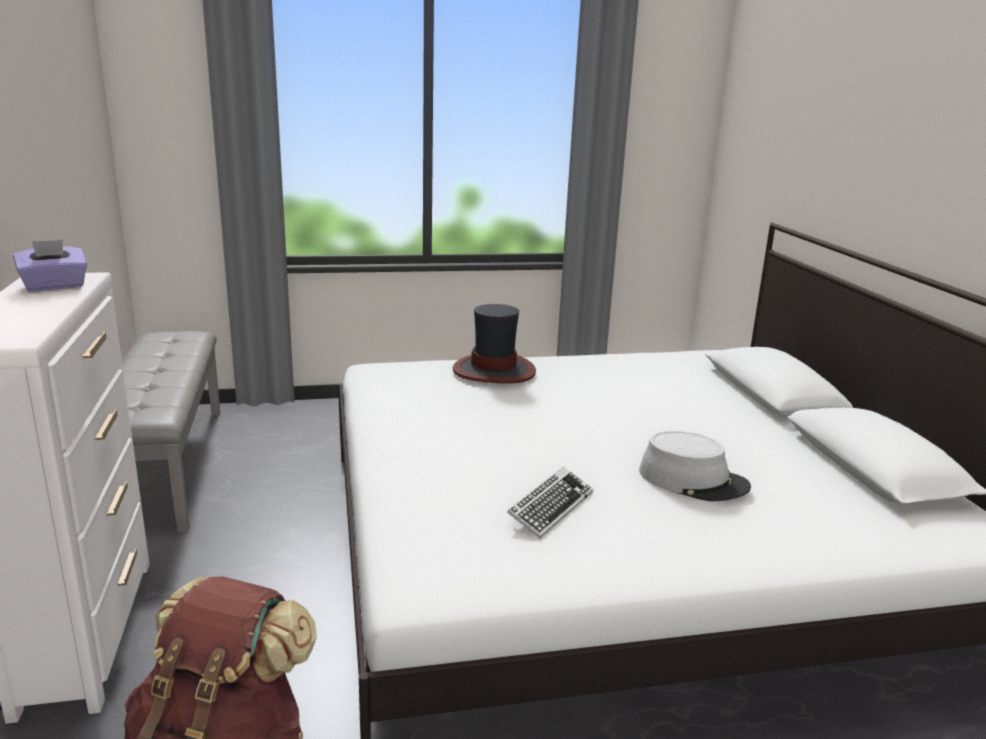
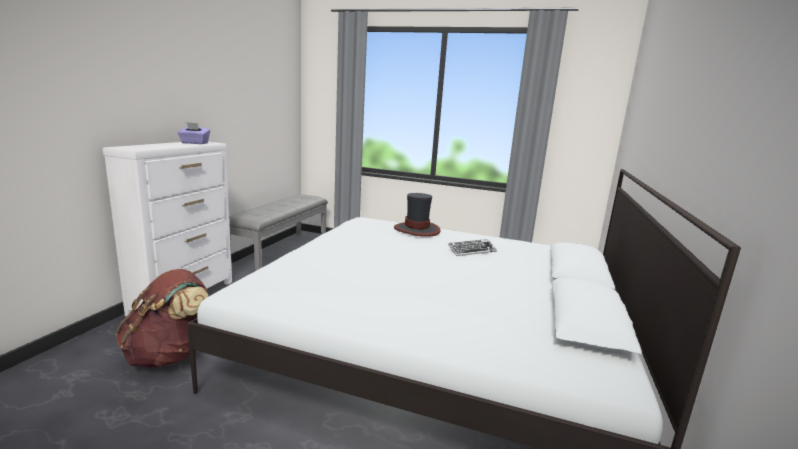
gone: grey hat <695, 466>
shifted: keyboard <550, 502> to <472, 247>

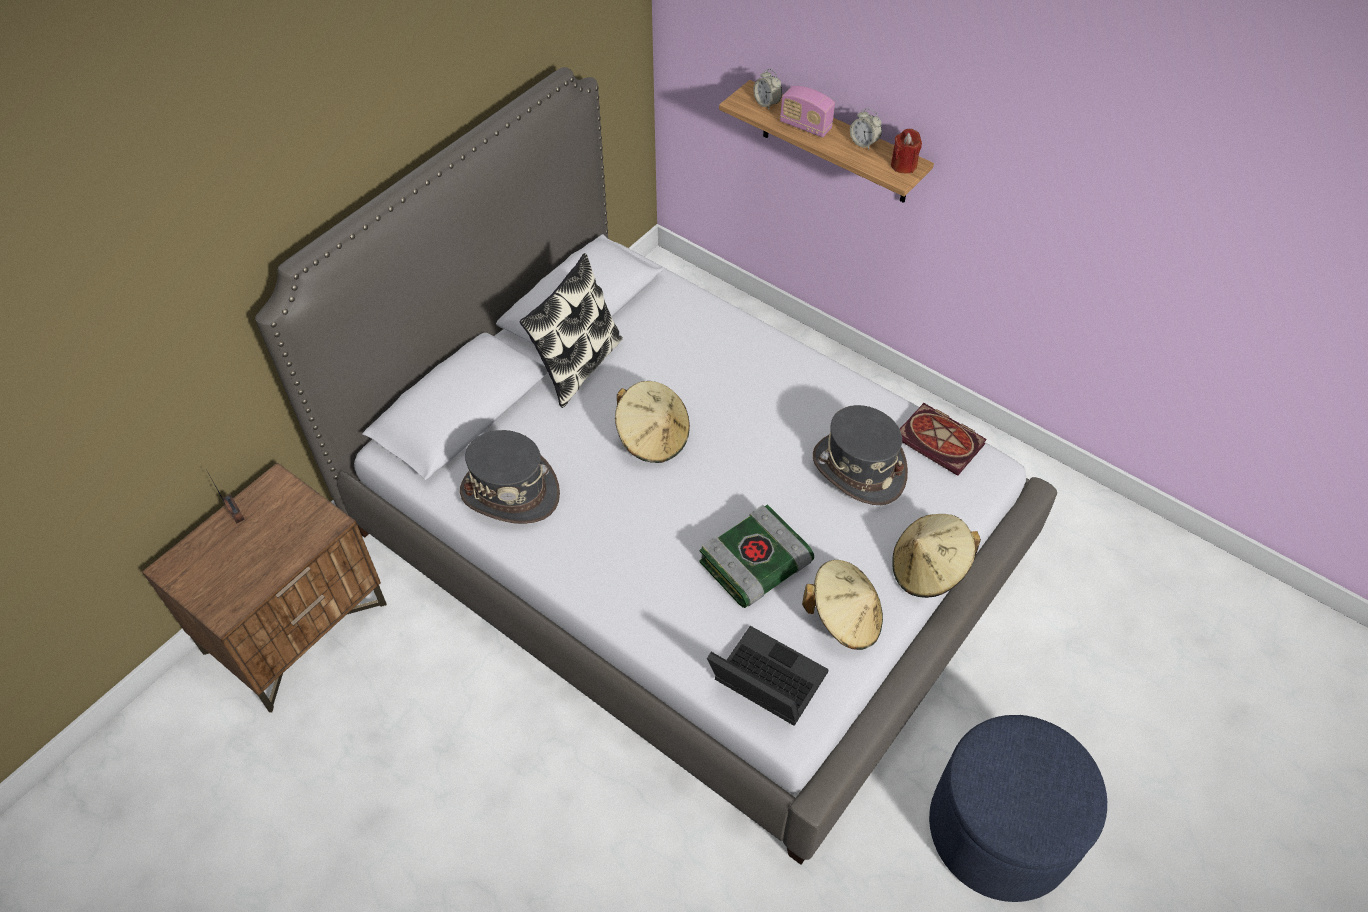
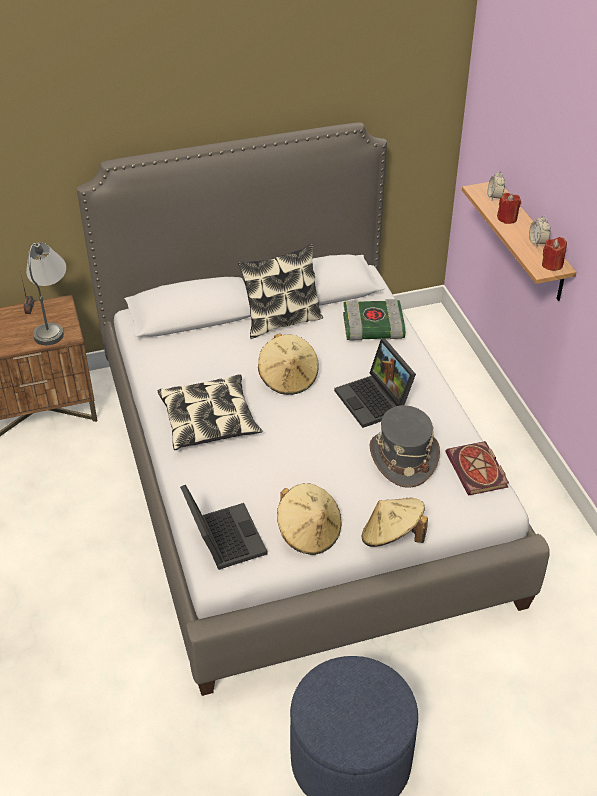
gone: grey hat <510, 477>
new: grey table lamp <46, 293>; pillow <210, 412>; laptop <375, 383>
shifted: book <756, 556> to <374, 320>
swapped: radio <807, 112> to red candle <509, 208>

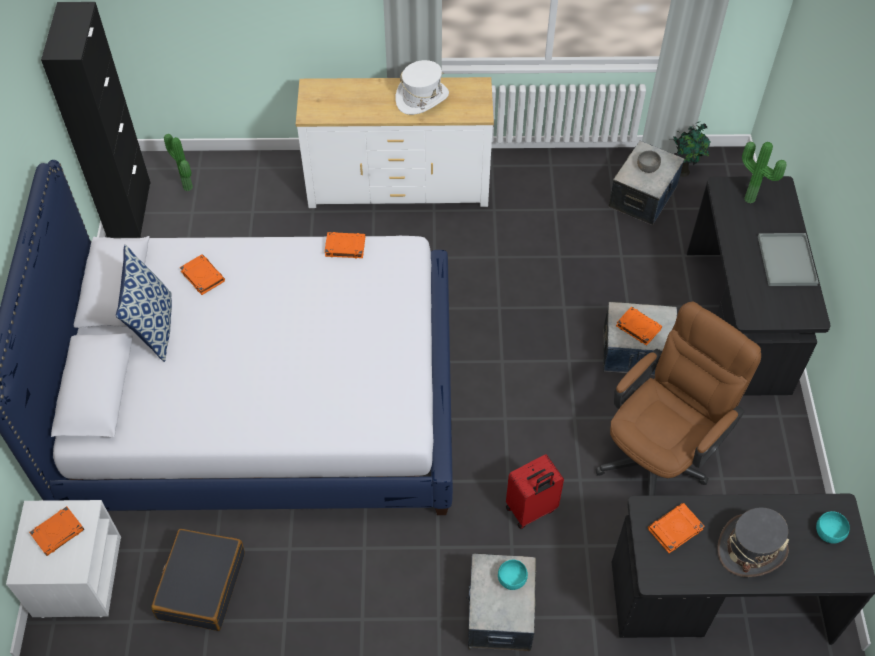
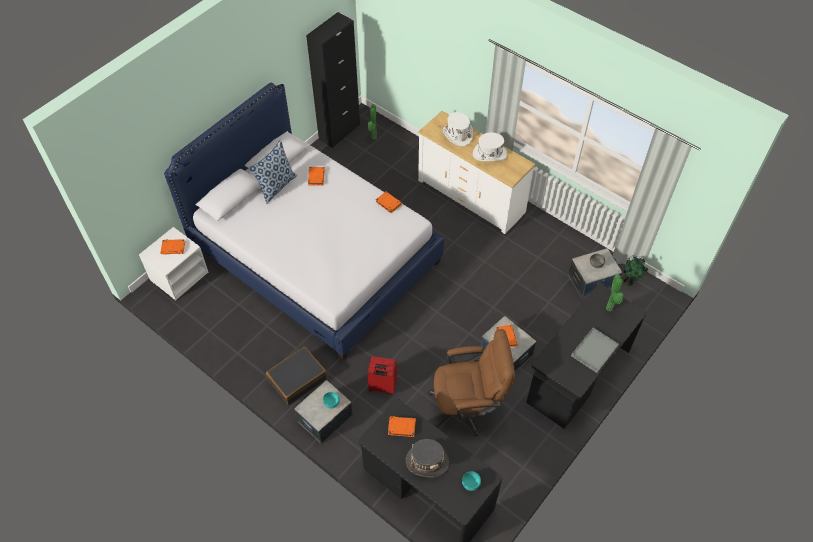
new: white hat <458, 129>
shifted: black suitcase <198, 580> to <296, 375>

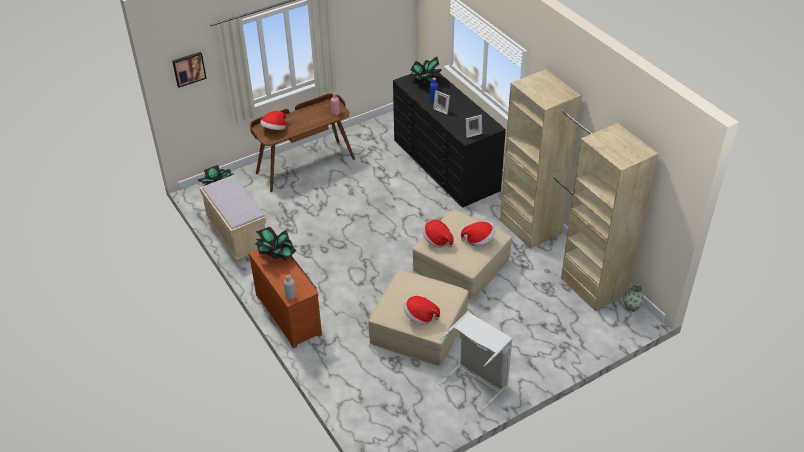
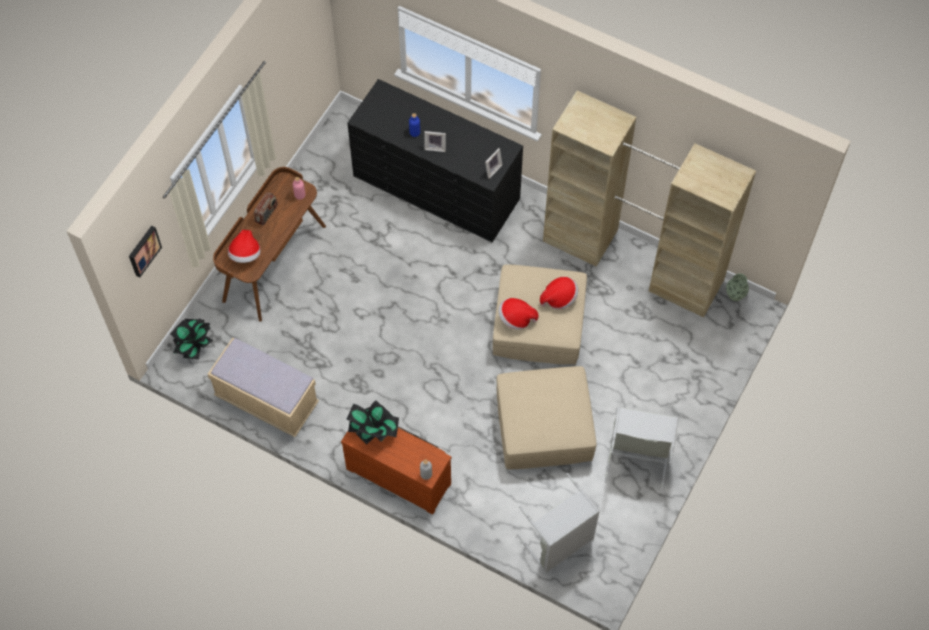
gone: hat <421, 310>; potted plant <425, 70>
new: radio <266, 209>; grey laundry basket <558, 523>

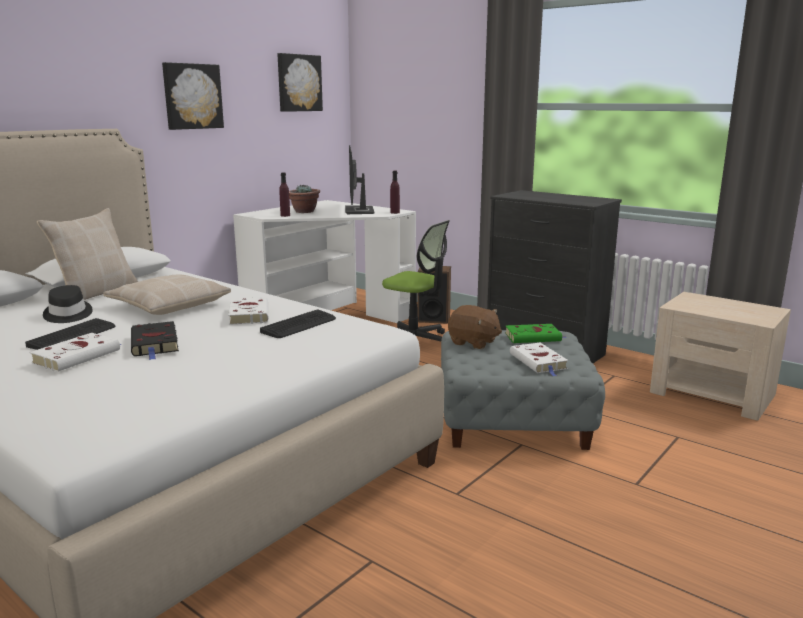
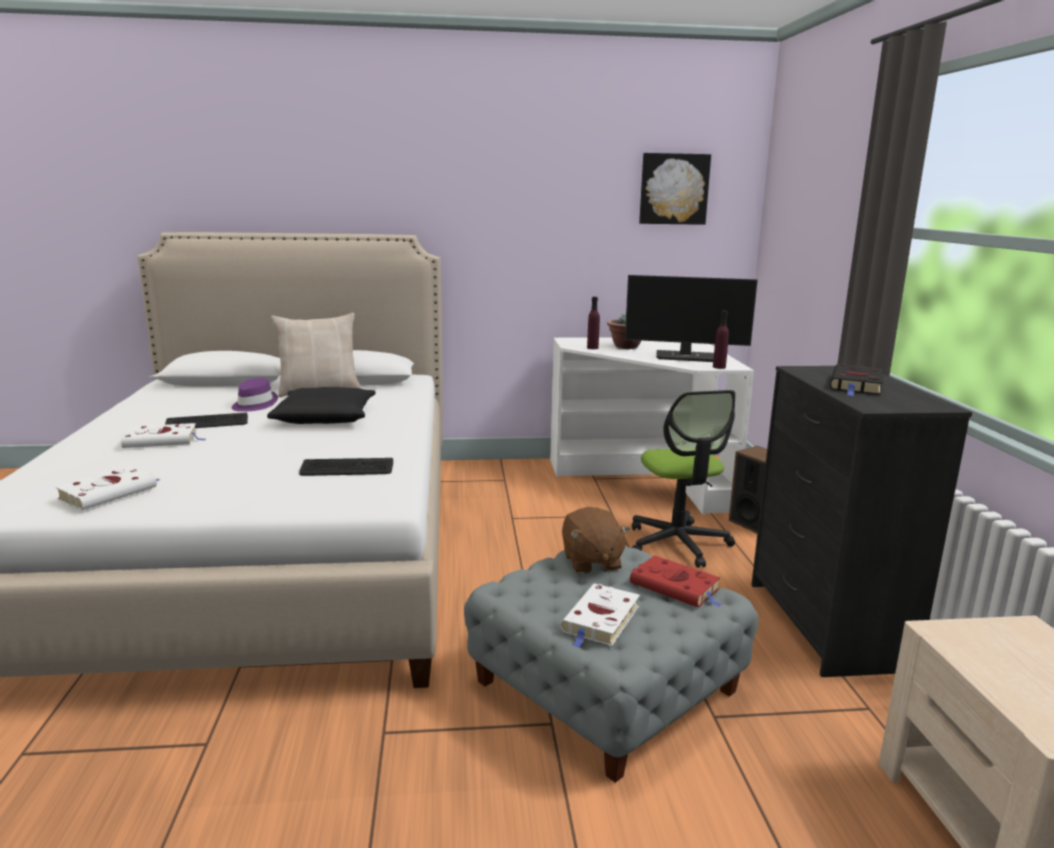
gone: picture <193, 96>
shifted: black book <155, 340> to <856, 380>; white book <248, 311> to <107, 488>
repainted: black hat <68, 304> to purple hat <255, 395>; beige pillow <167, 295> to black pillow <321, 405>; green book <536, 333> to red book <676, 581>
rotated: monitor <360, 179> = <691, 318> 120 degrees counterclockwise

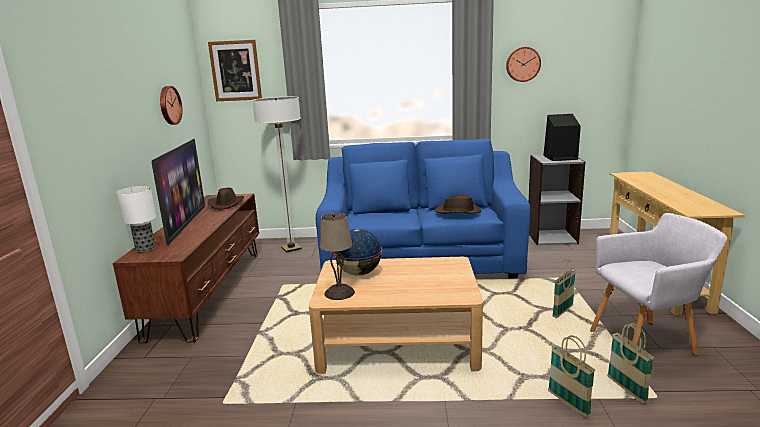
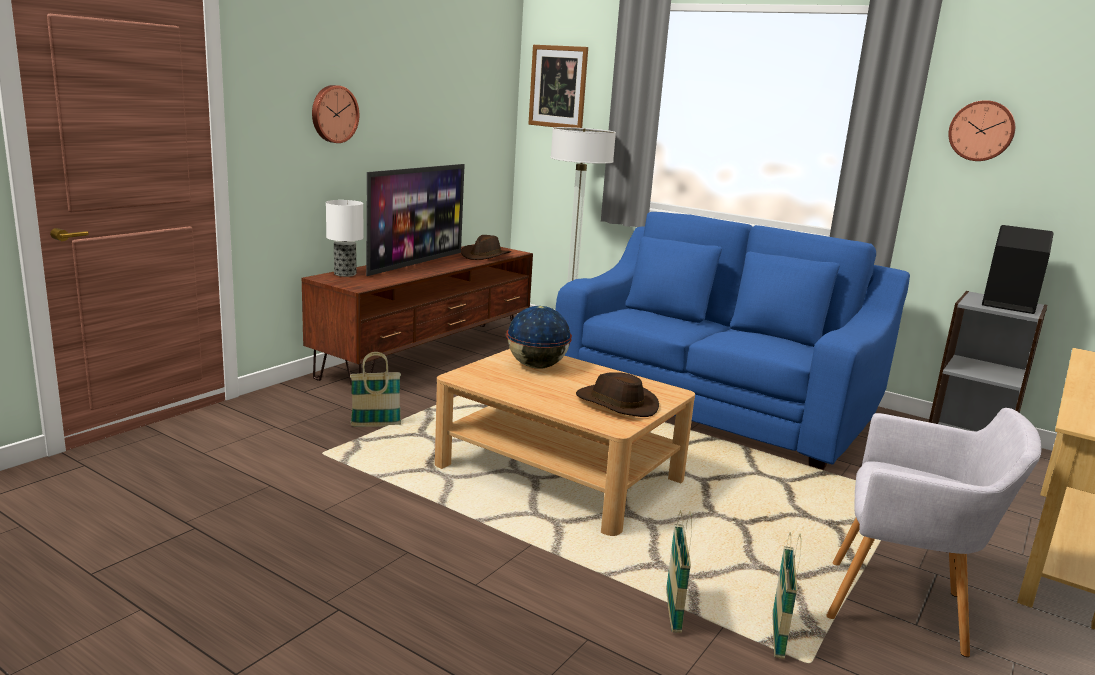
gone: beige table lamp <337, 256>
shifted: wall clock <171, 105> to <335, 114>; brown hat <457, 204> to <617, 394>; basket <564, 288> to <375, 389>

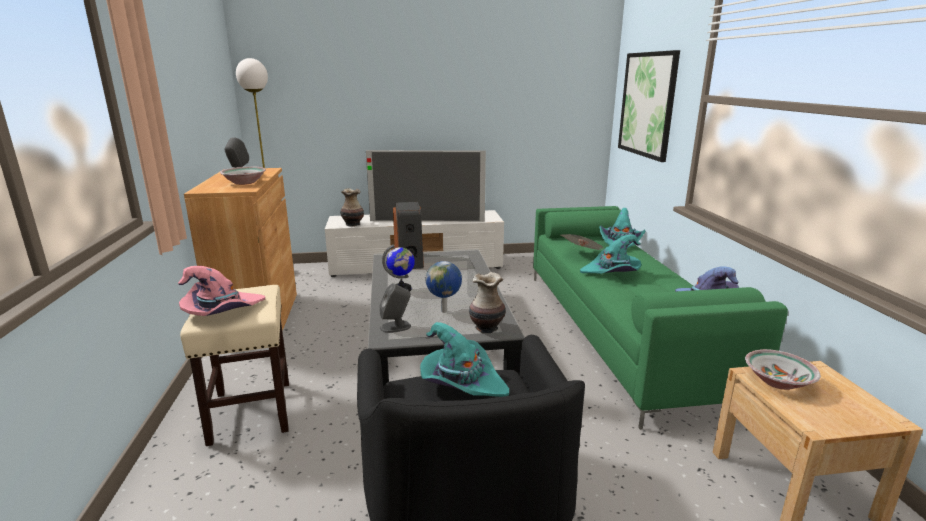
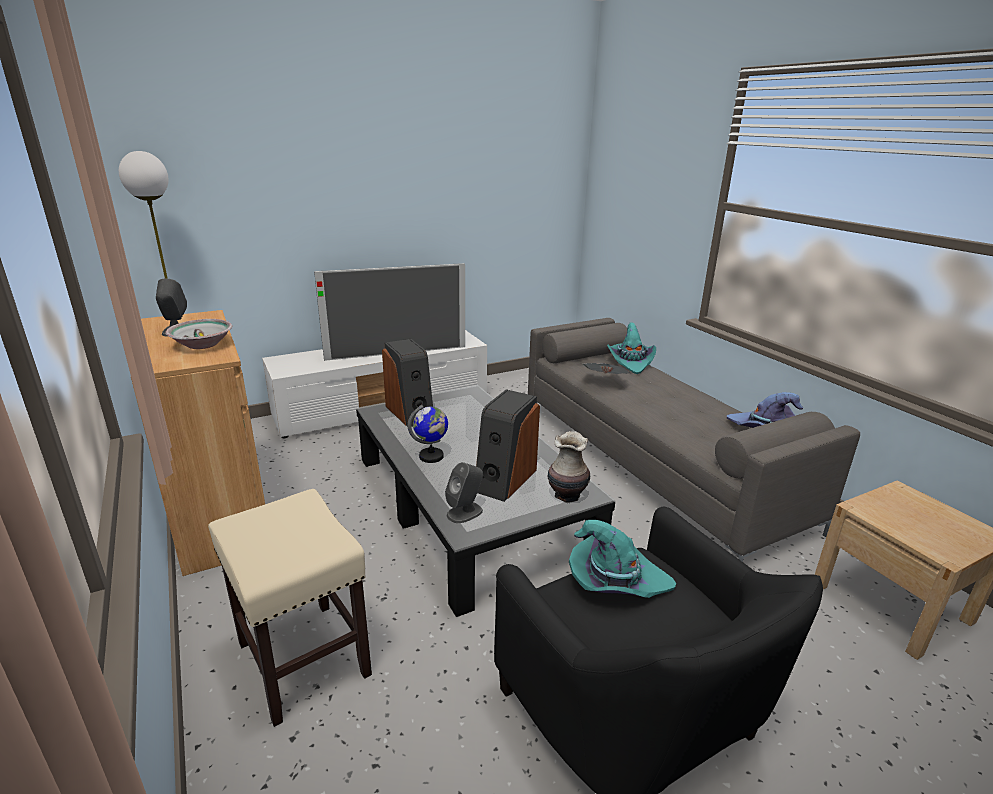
gone: pink hat <221, 291>; vase <352, 207>; turquoise hat <610, 254>; picture <649, 106>; bowl <783, 369>
swapped: globe <444, 287> to speaker <508, 445>
repainted: green sofa <660, 318> to grey sofa <694, 440>

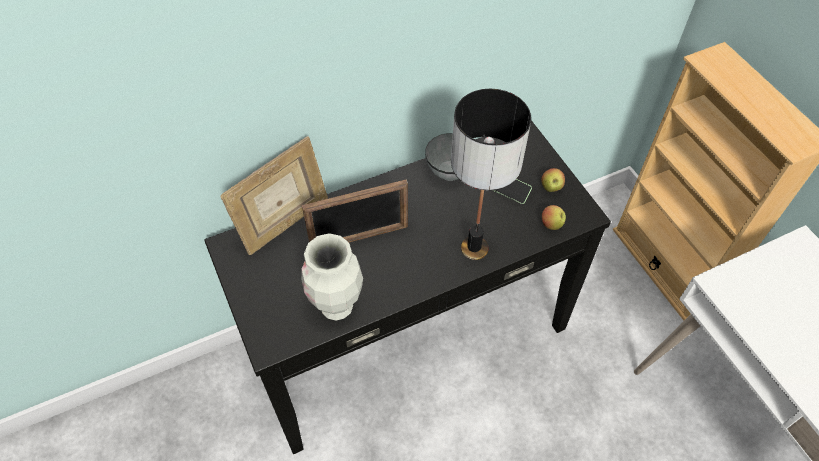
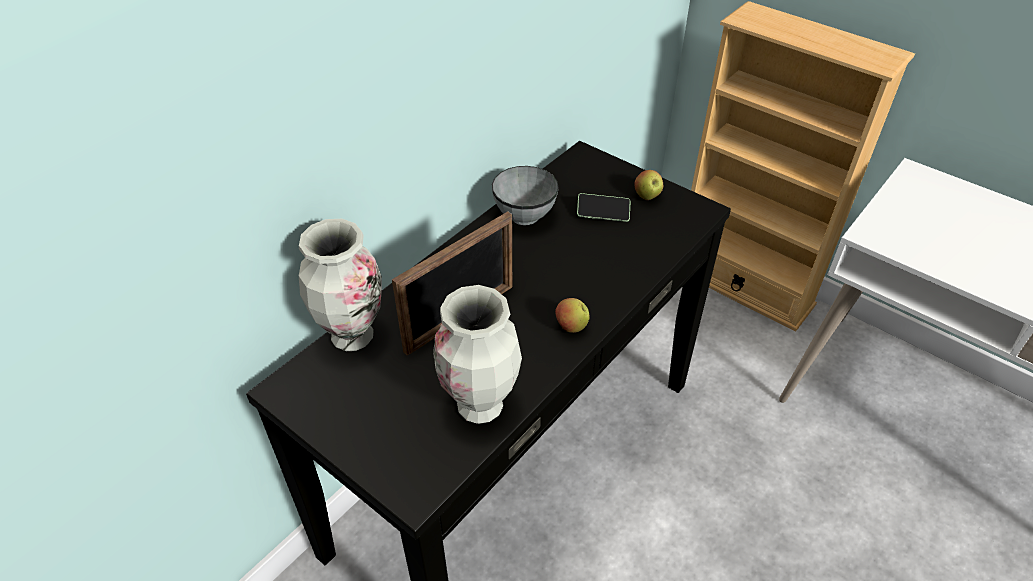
gone: table lamp <491, 174>
shifted: apple <554, 217> to <572, 315>
swapped: picture frame <274, 195> to vase <340, 285>

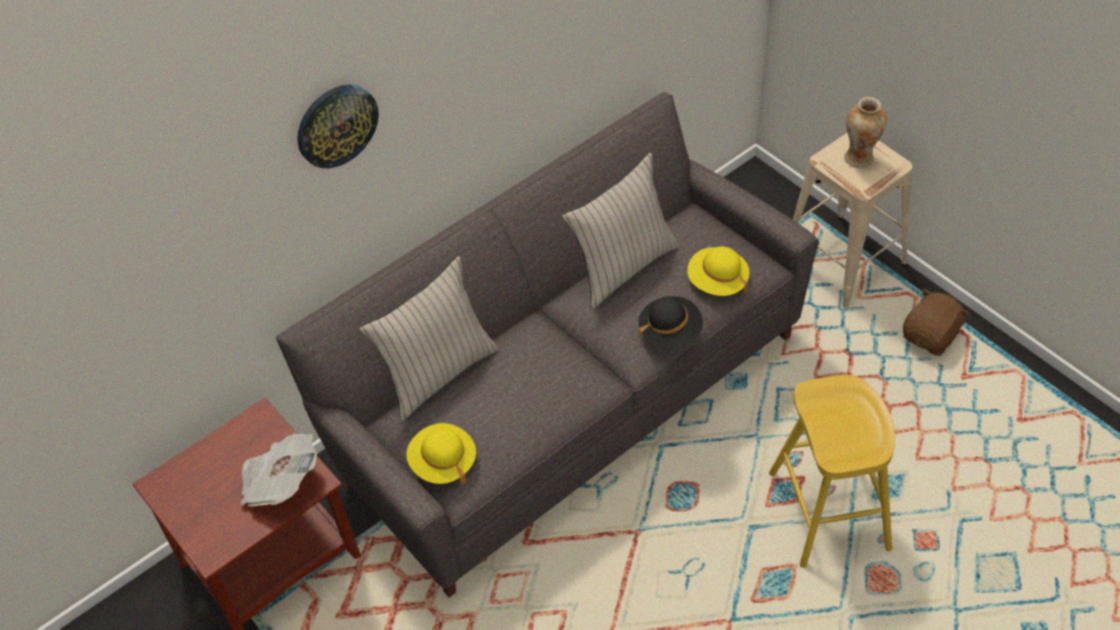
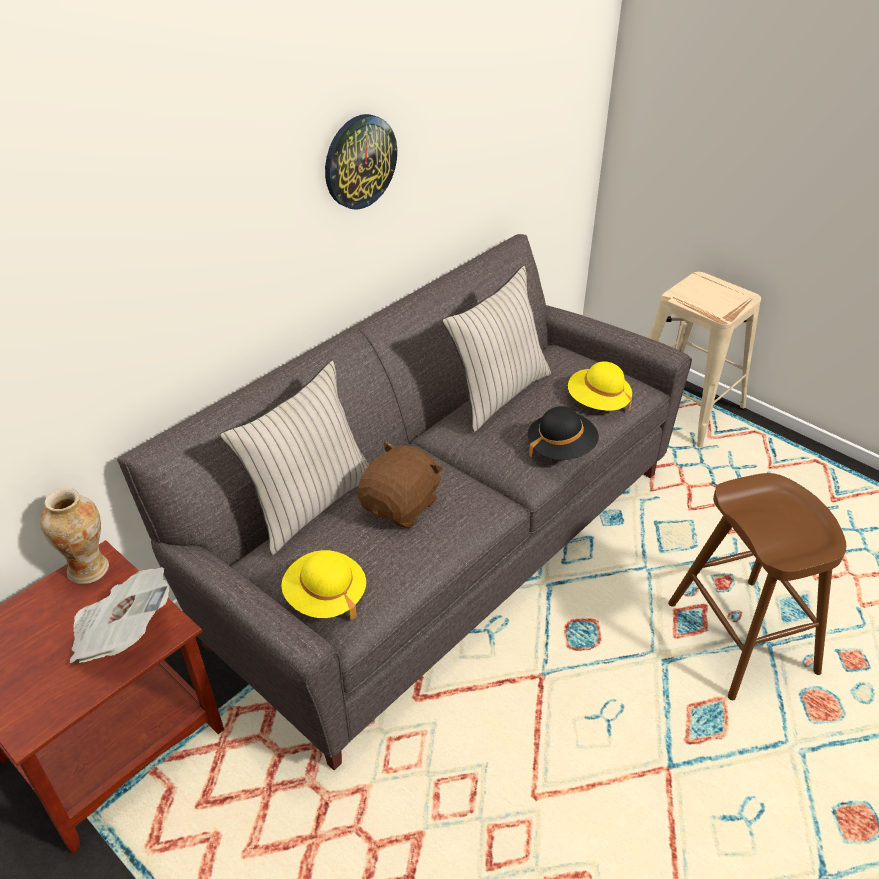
shifted: wall clock <338, 126> to <361, 162>; vase <865, 133> to <74, 536>; brown plush toy <937, 322> to <400, 485>
repainted: yellow stool <832, 471> to brown stool <757, 586>

